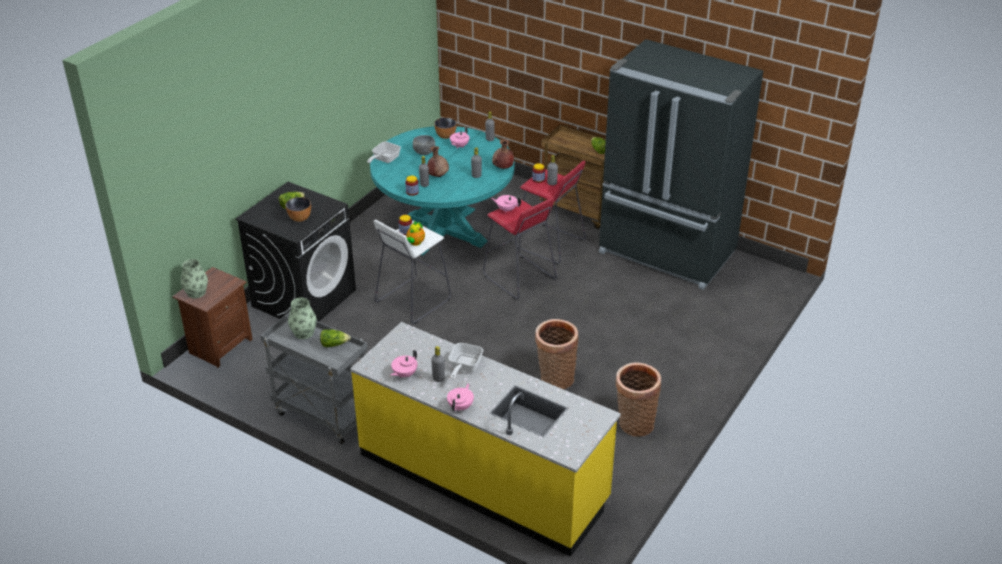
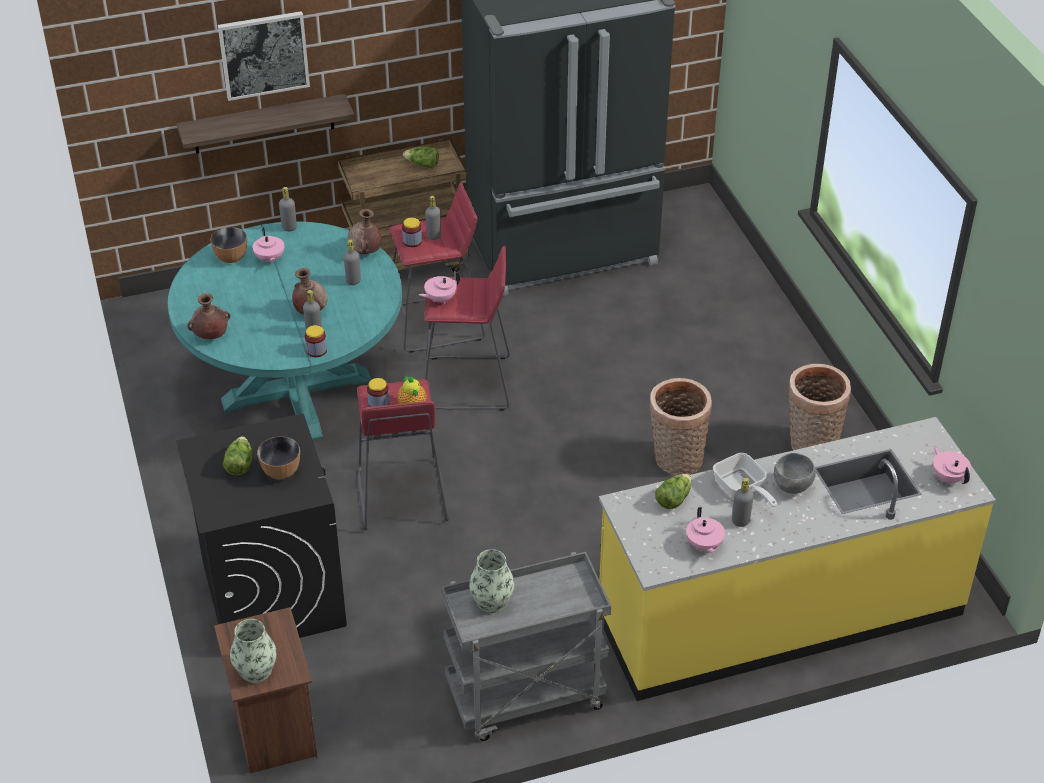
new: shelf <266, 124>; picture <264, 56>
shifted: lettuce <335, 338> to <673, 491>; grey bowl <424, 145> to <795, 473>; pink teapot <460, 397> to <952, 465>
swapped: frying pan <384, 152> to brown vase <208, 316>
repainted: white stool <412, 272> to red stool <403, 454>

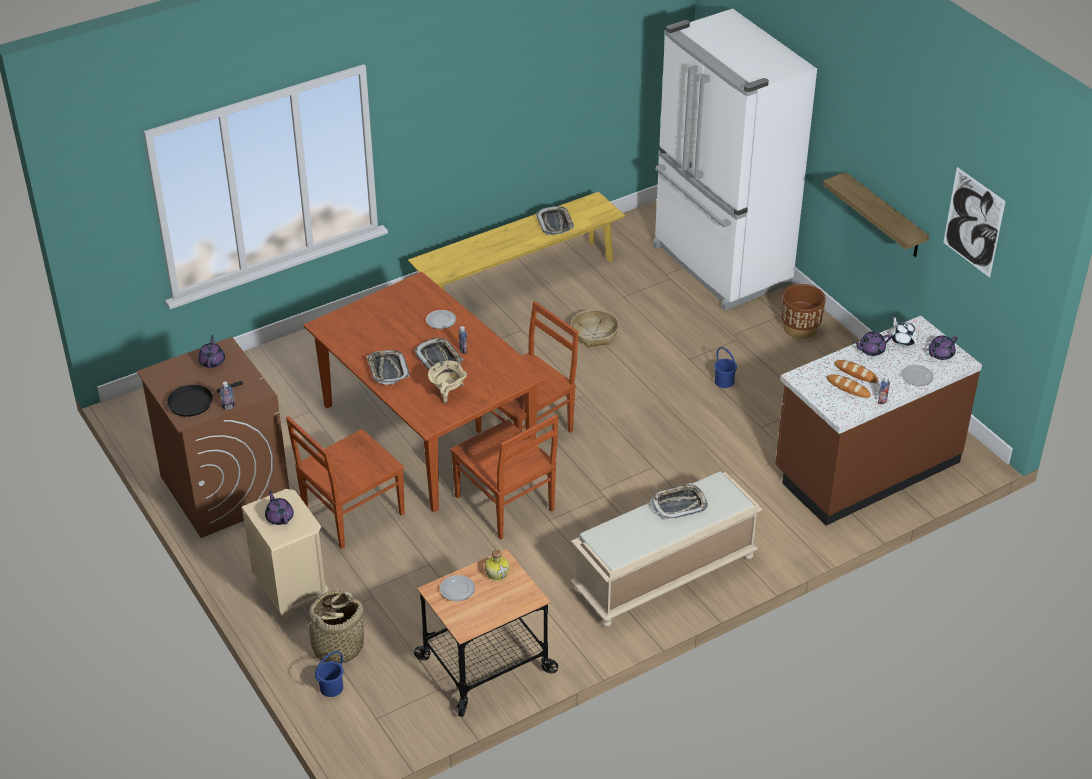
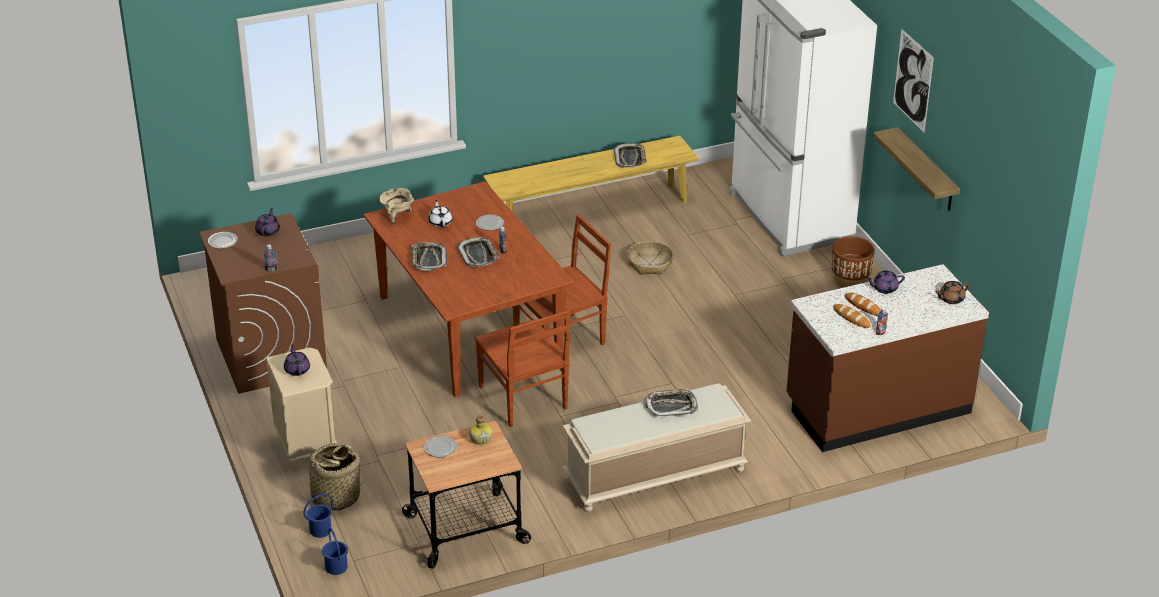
gone: black frying pan <205, 399>; brown chair <345, 482>
shifted: beige cooking pot <447, 382> to <397, 206>; blue bucket <725, 367> to <335, 551>; white teapot <904, 330> to <440, 213>; plate <917, 375> to <223, 240>; picture <974, 222> to <913, 80>
repainted: purple teapot <942, 348> to brown teapot <952, 292>

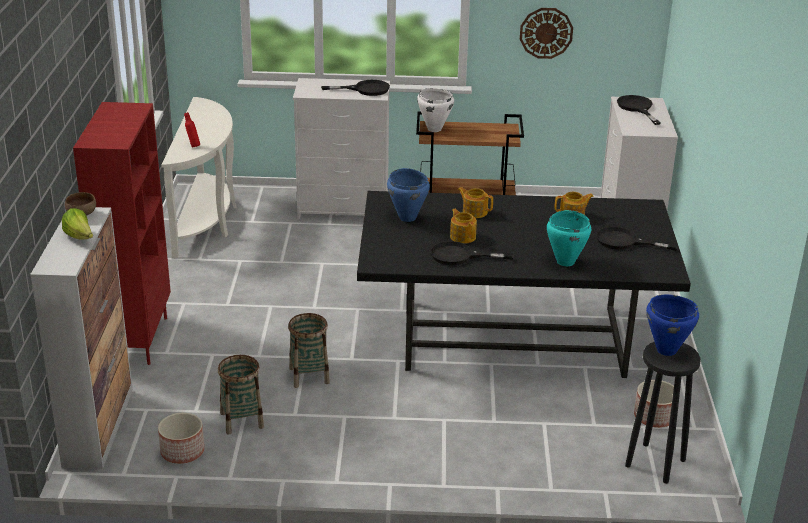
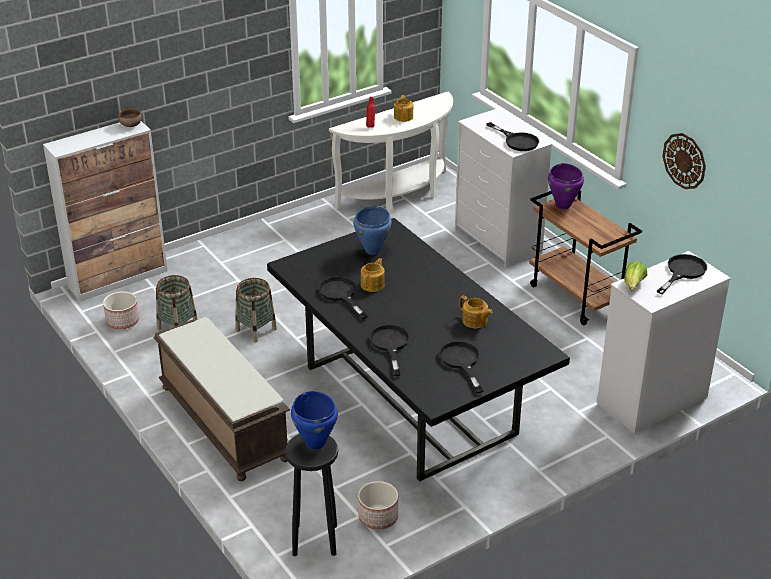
gone: red bookcase <122, 233>
new: brown bench <221, 399>
shifted: lettuce <77, 224> to <635, 276>; teapot <475, 202> to <403, 108>
swapped: turquoise cooking pot <569, 238> to black frying pan <390, 350>
repainted: white cooking pot <435, 110> to purple cooking pot <566, 186>

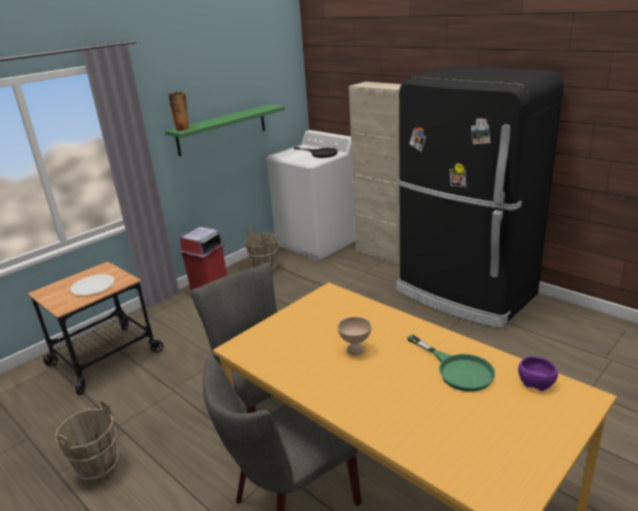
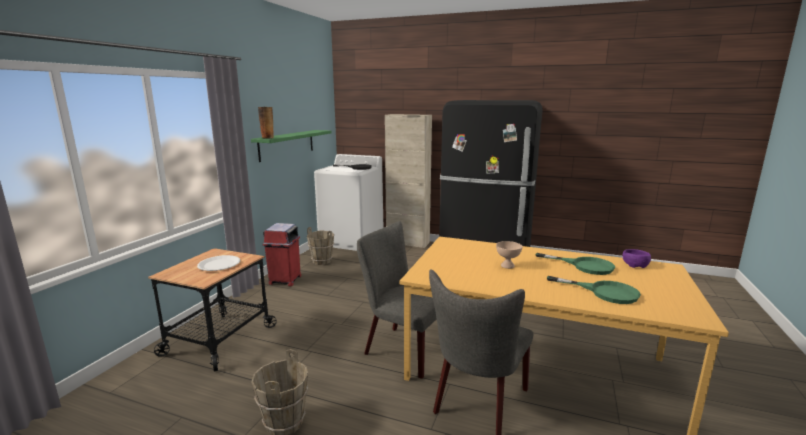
new: green frying pan <594, 290>

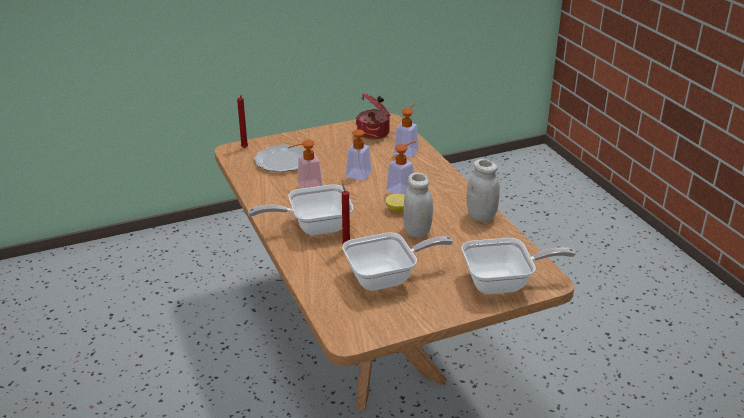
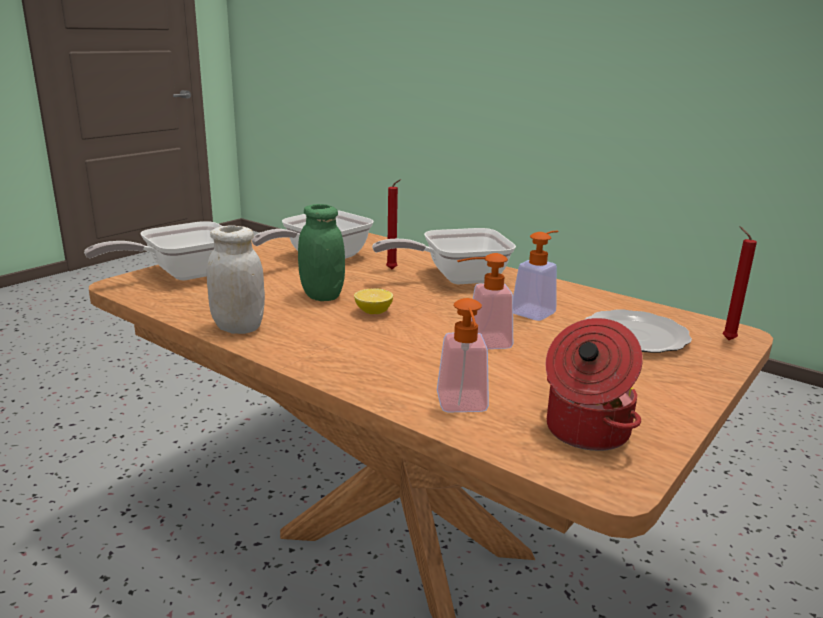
gone: soap dispenser <401, 168>
repainted: white jar <418, 205> to green jar <321, 252>
rotated: frying pan <300, 209> = <444, 256> 150 degrees counterclockwise

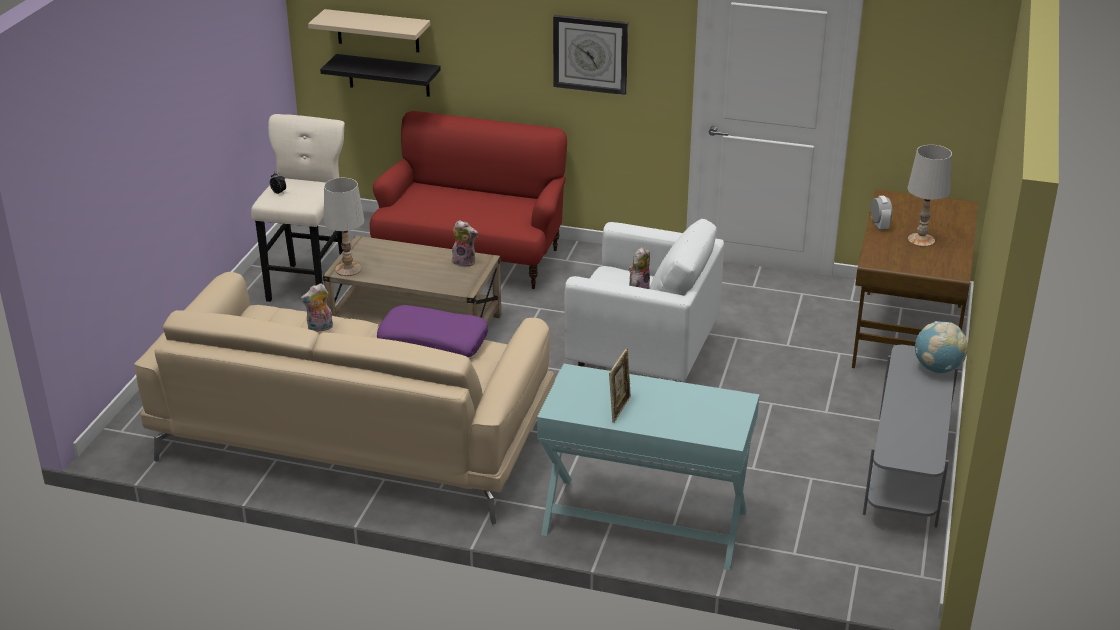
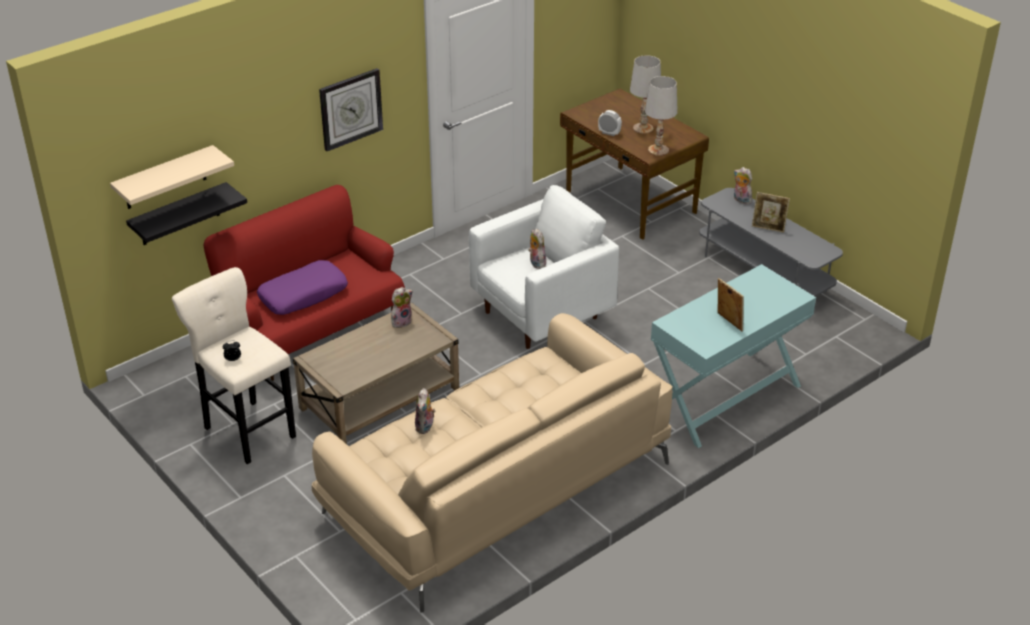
new: picture frame <771, 212>
shifted: white table lamp <344, 227> to <661, 116>; purple pillow <432, 331> to <302, 287>
swapped: globe <941, 347> to plush toy <743, 185>

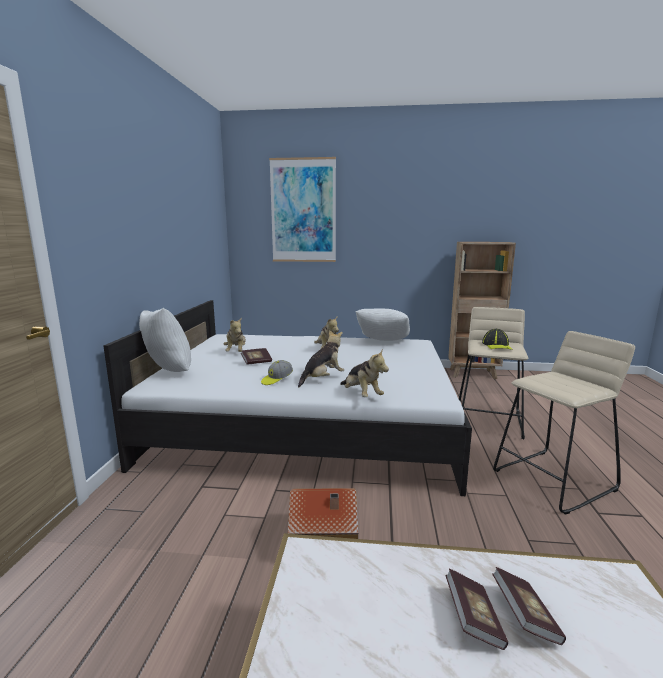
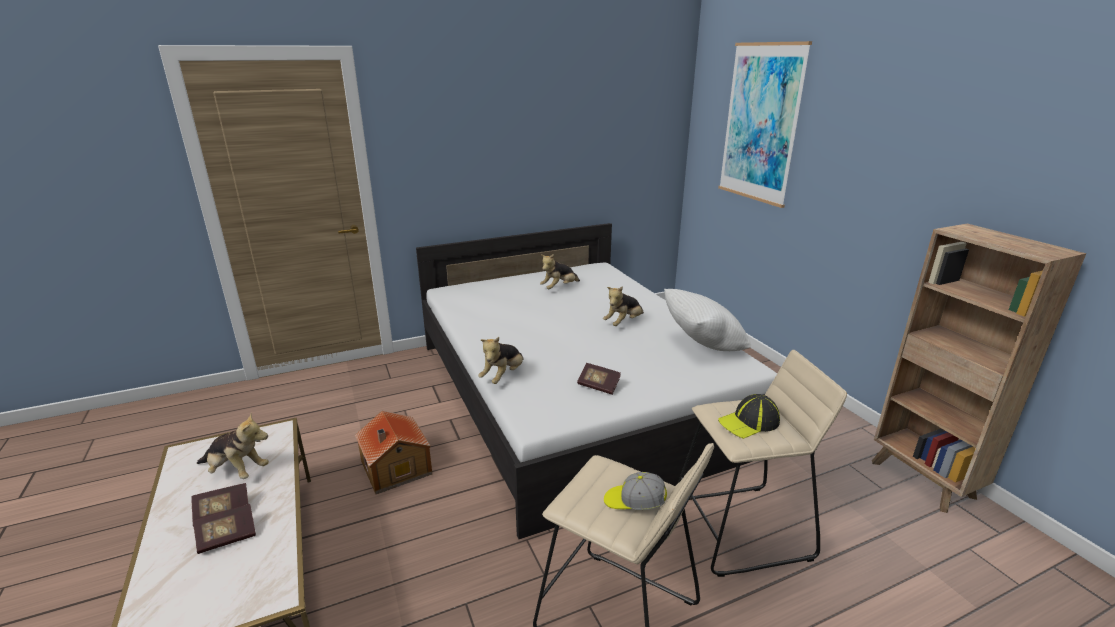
gone: white pillow <165, 340>
shifted: book <256, 356> to <599, 379>; cap <277, 372> to <635, 491>; plush toy <321, 358> to <233, 446>

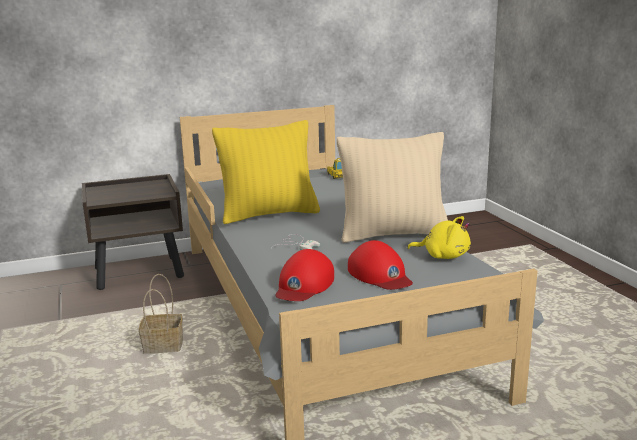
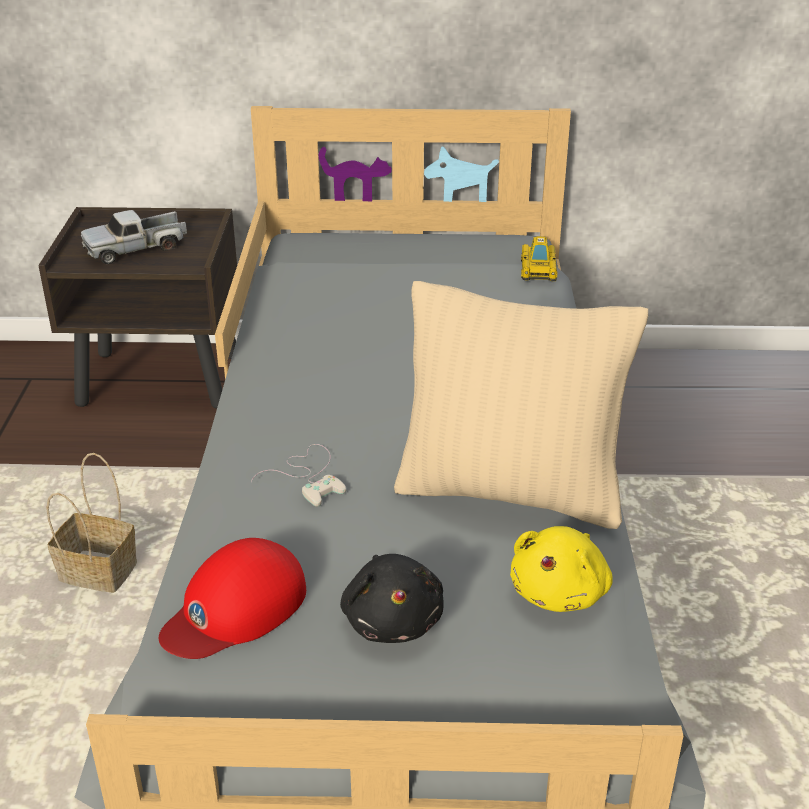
gone: yellow pillow <266, 172>
new: toy truck <134, 237>
swapped: red cap <380, 265> to black plush toy <392, 598>
rotated: yellow plush toy <439, 237> = <561, 569> 75 degrees clockwise

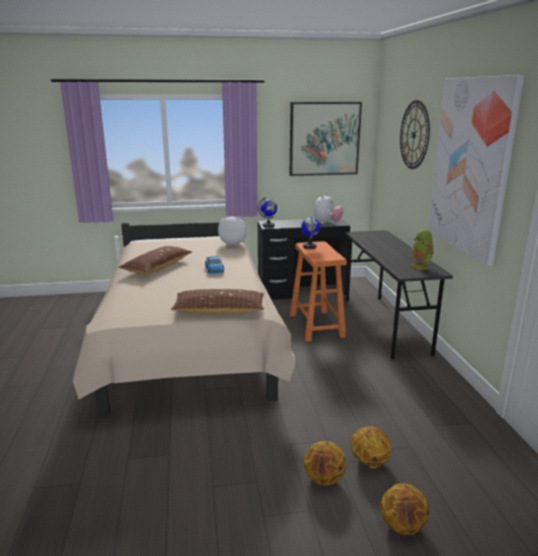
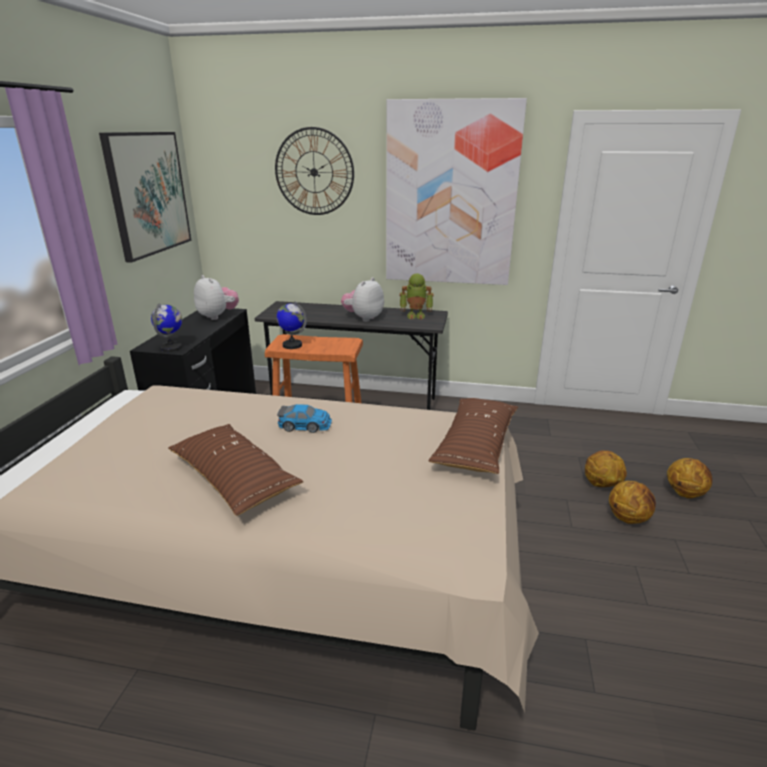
shifted: plush toy <232, 230> to <362, 299>

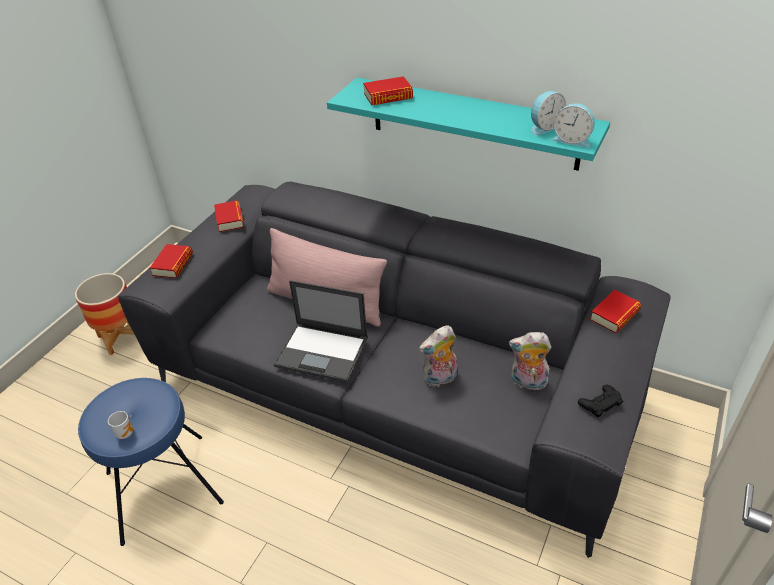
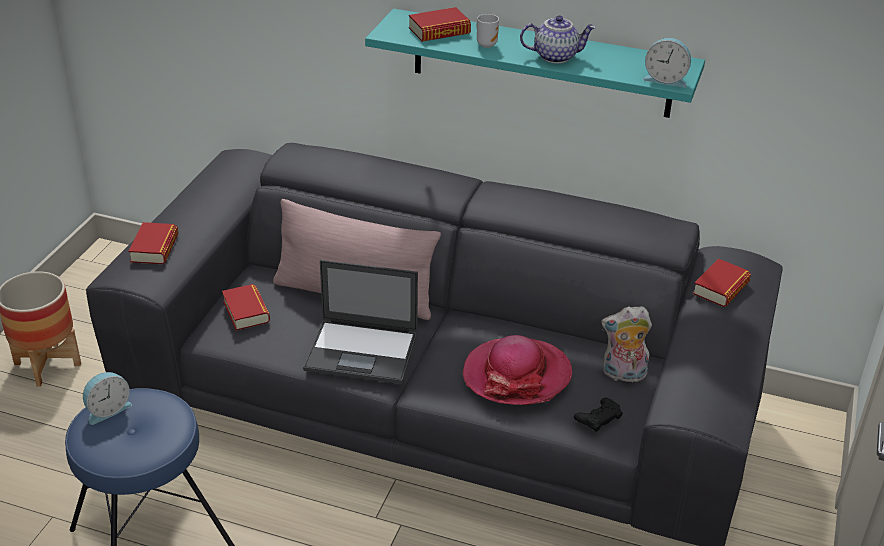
new: teapot <558, 39>
shifted: mug <120, 425> to <487, 31>; book <229, 216> to <246, 307>; alarm clock <548, 113> to <107, 398>; black game controller <600, 401> to <598, 415>
swapped: plush toy <438, 356> to hat <517, 370>

